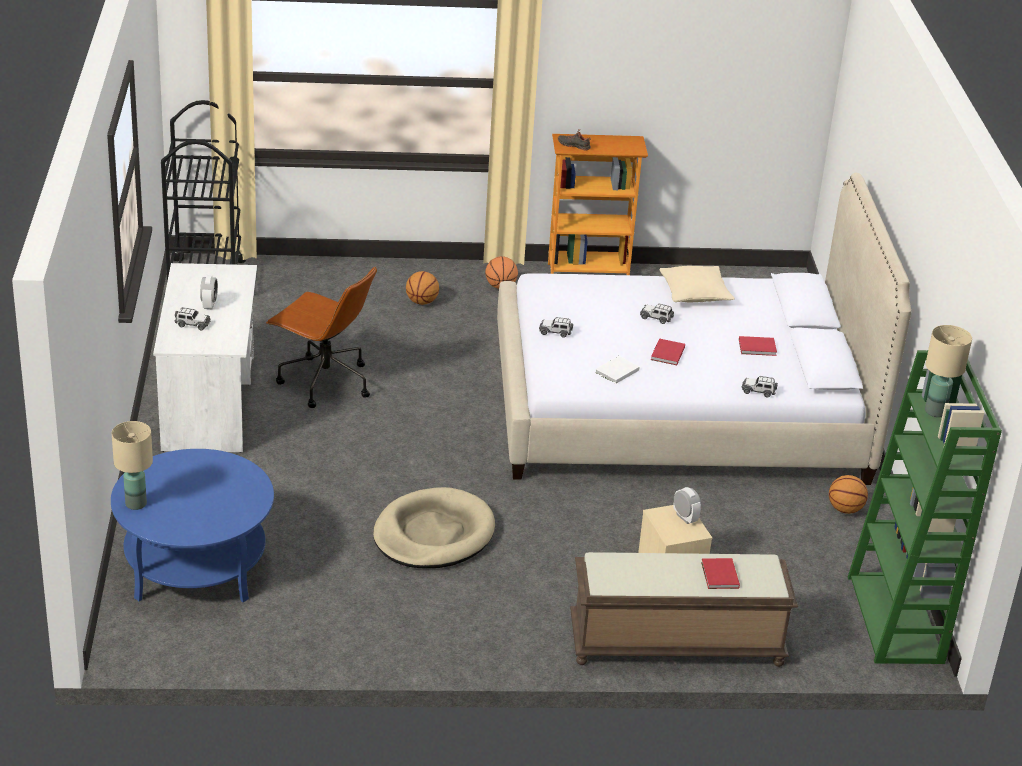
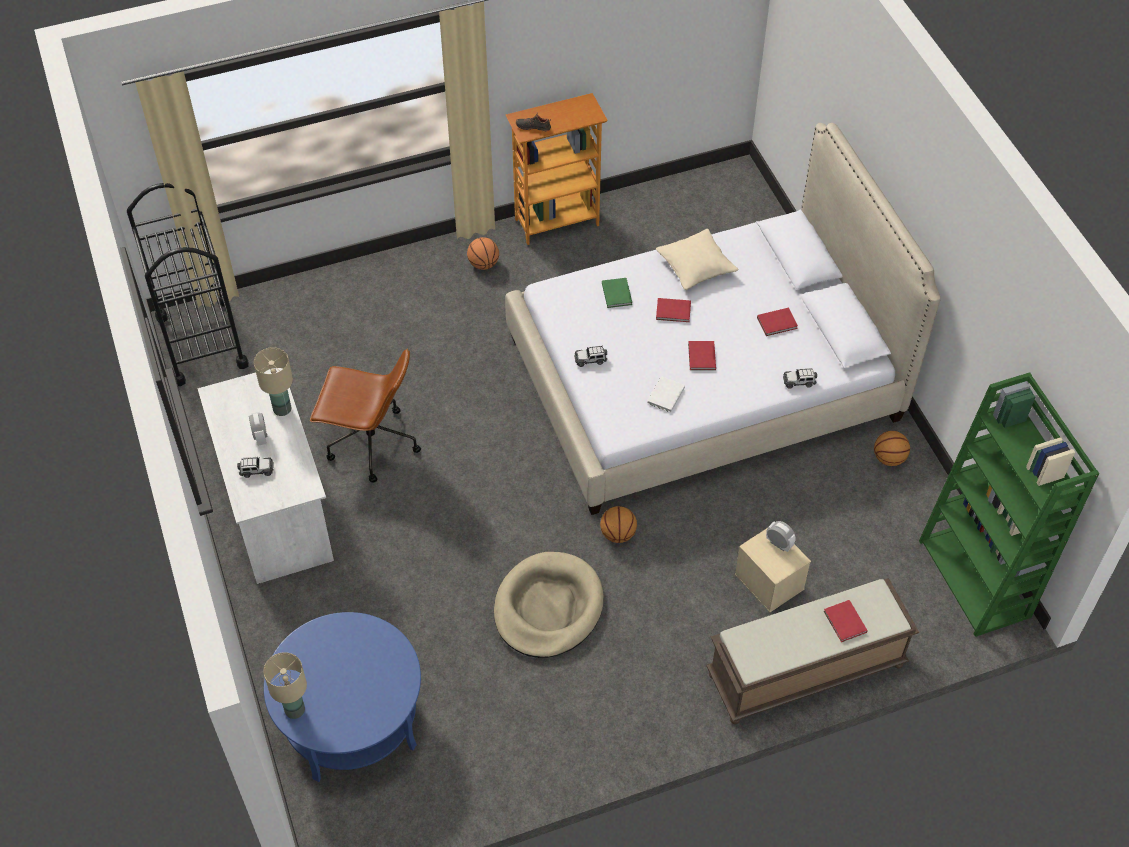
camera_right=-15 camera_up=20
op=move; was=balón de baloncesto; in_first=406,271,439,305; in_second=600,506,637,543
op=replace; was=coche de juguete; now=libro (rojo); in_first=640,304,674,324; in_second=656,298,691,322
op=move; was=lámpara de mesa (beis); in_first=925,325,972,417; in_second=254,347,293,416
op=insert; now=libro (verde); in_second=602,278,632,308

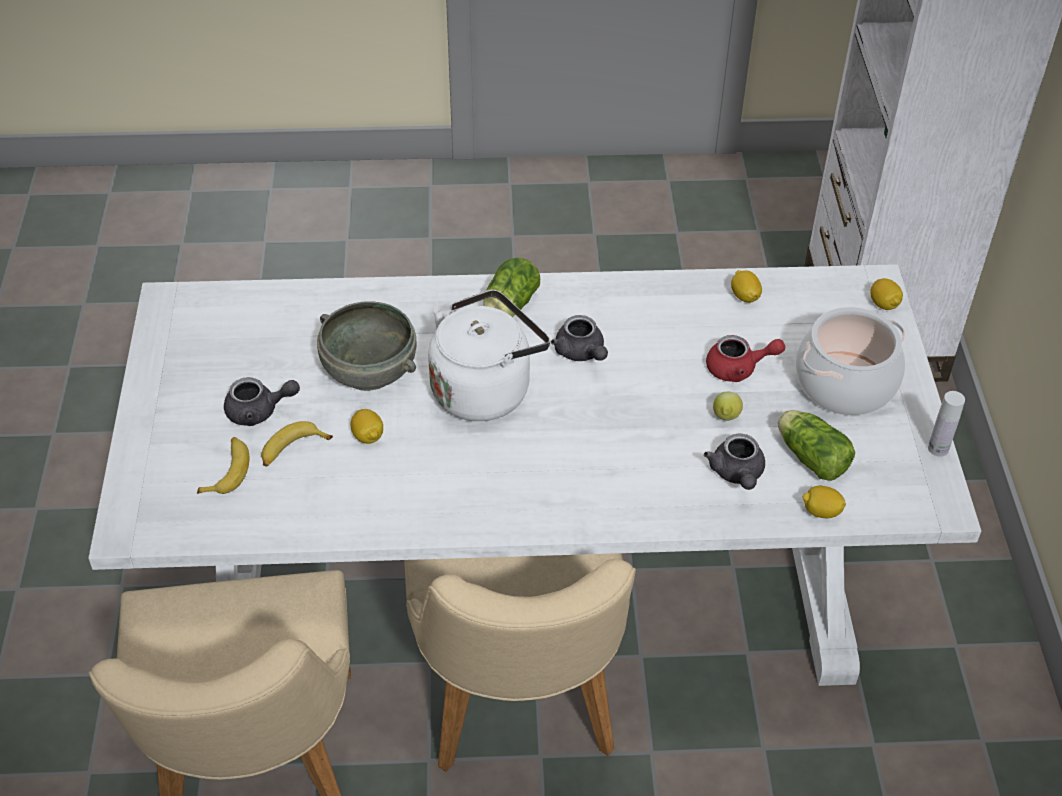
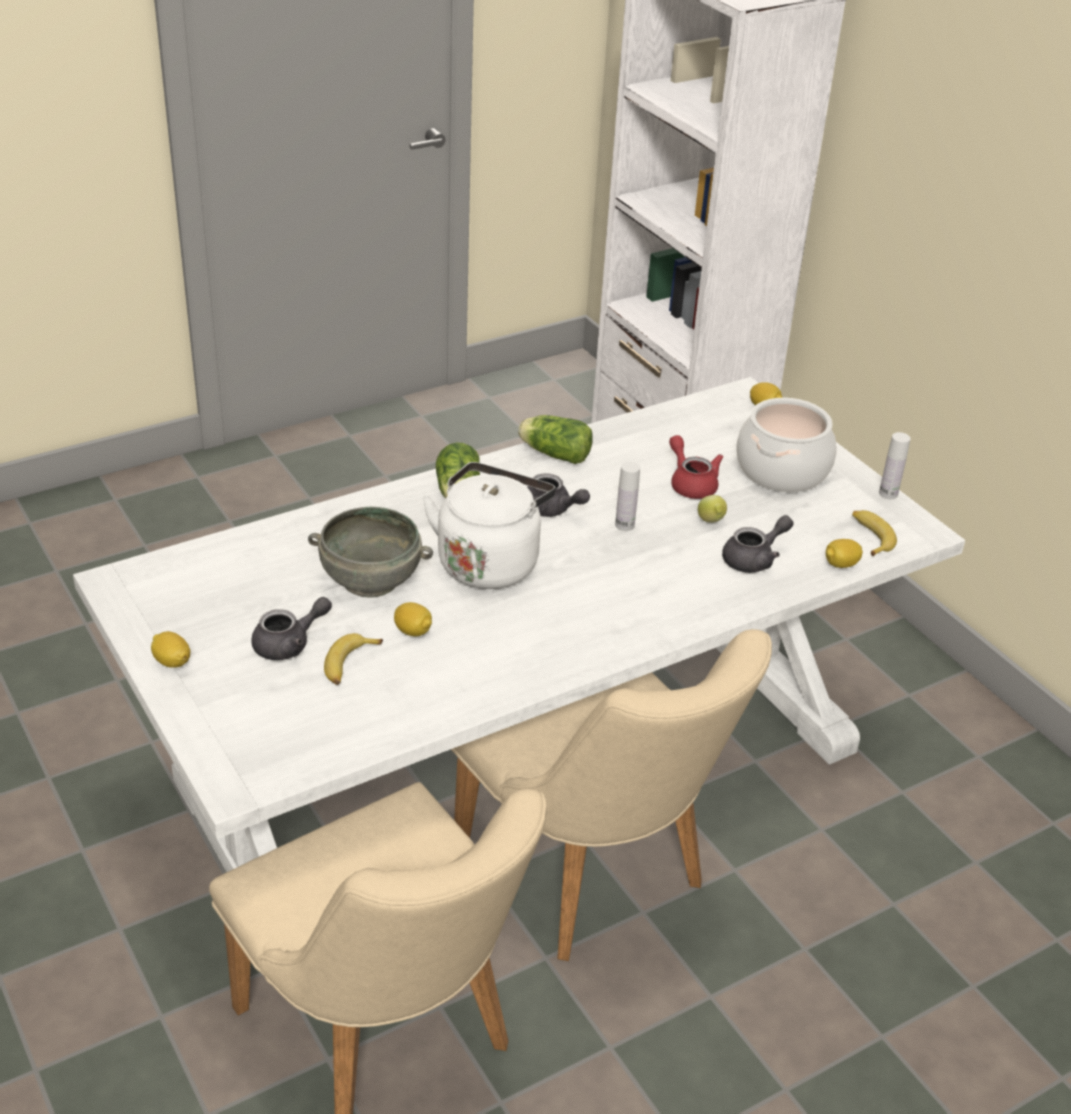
camera_right=-30 camera_up=-10
op=move; was=limón; in_first=731,270,762,303; in_second=151,631,190,668
op=rotate; was=tetera (rojo); in_first=706,335,785,382; in_second=669,435,723,499; clockwise=-90
op=move; was=lechuga; in_first=778,410,855,481; in_second=518,415,593,464
op=rotate; was=tetera (gris); in_first=704,434,765,490; in_second=722,515,793,573; clockwise=-90
op=move; was=plátano; in_first=197,437,250,494; in_second=852,510,897,556
op=insert; now=botella (blanco); in_second=615,462,640,531

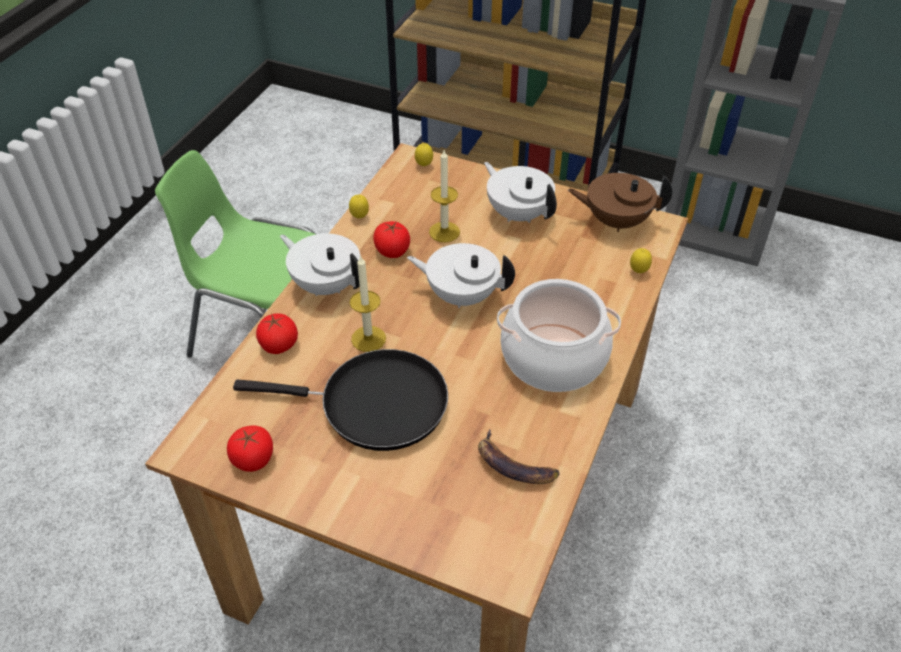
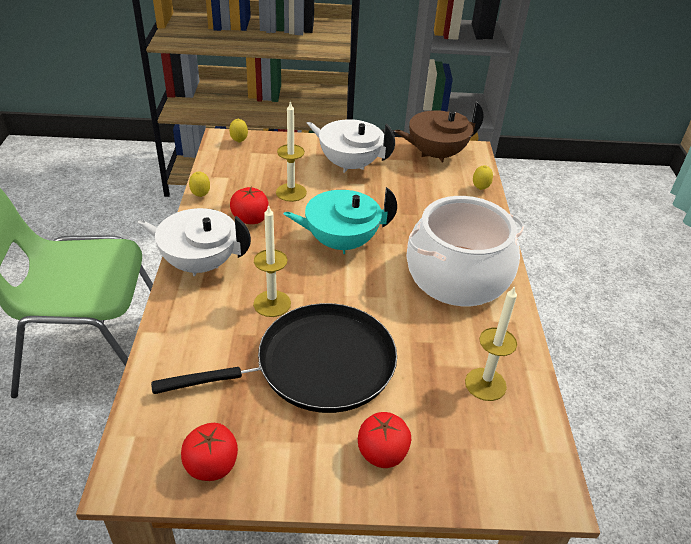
camera_right=-25 camera_up=-5
op=recolor; was=tetera (blanco); now=tetera (turquesa); in_first=407,243,515,308; in_second=283,187,397,254
op=move; was=tomate; in_first=256,313,298,354; in_second=358,412,411,468
op=replace; was=plátano; now=vela; in_first=478,429,559,484; in_second=465,285,517,401

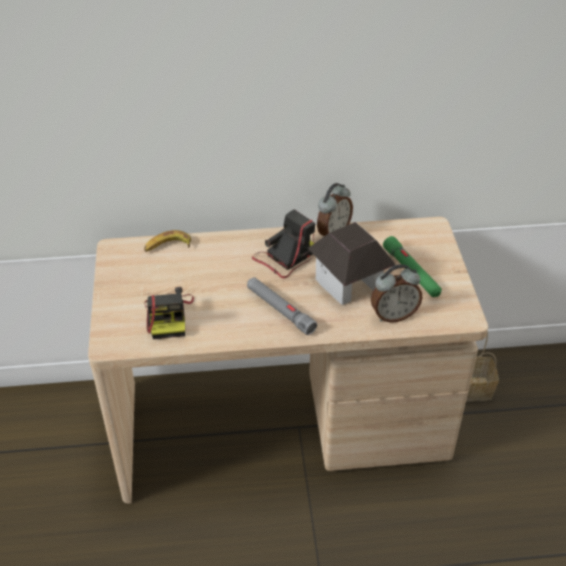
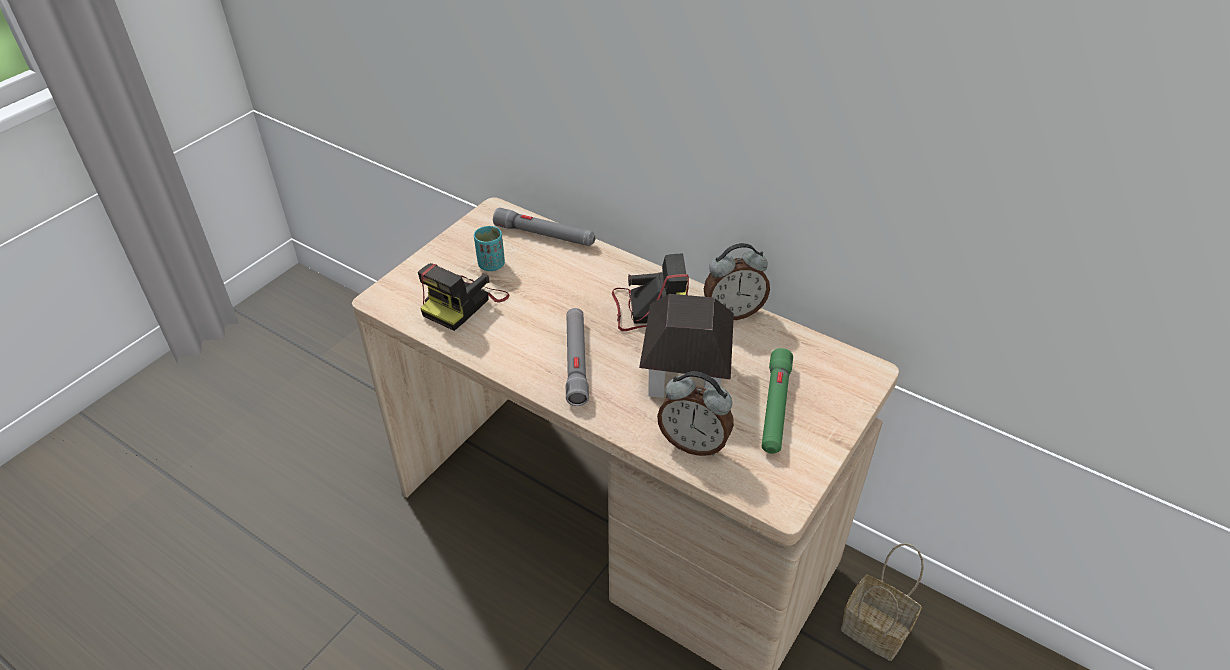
camera_right=40 camera_up=0
op=replace; was=plátano; now=linterna (gris); in_first=144,230,191,252; in_second=493,207,596,246
op=insert; now=taza (turquesa); in_second=474,226,505,271

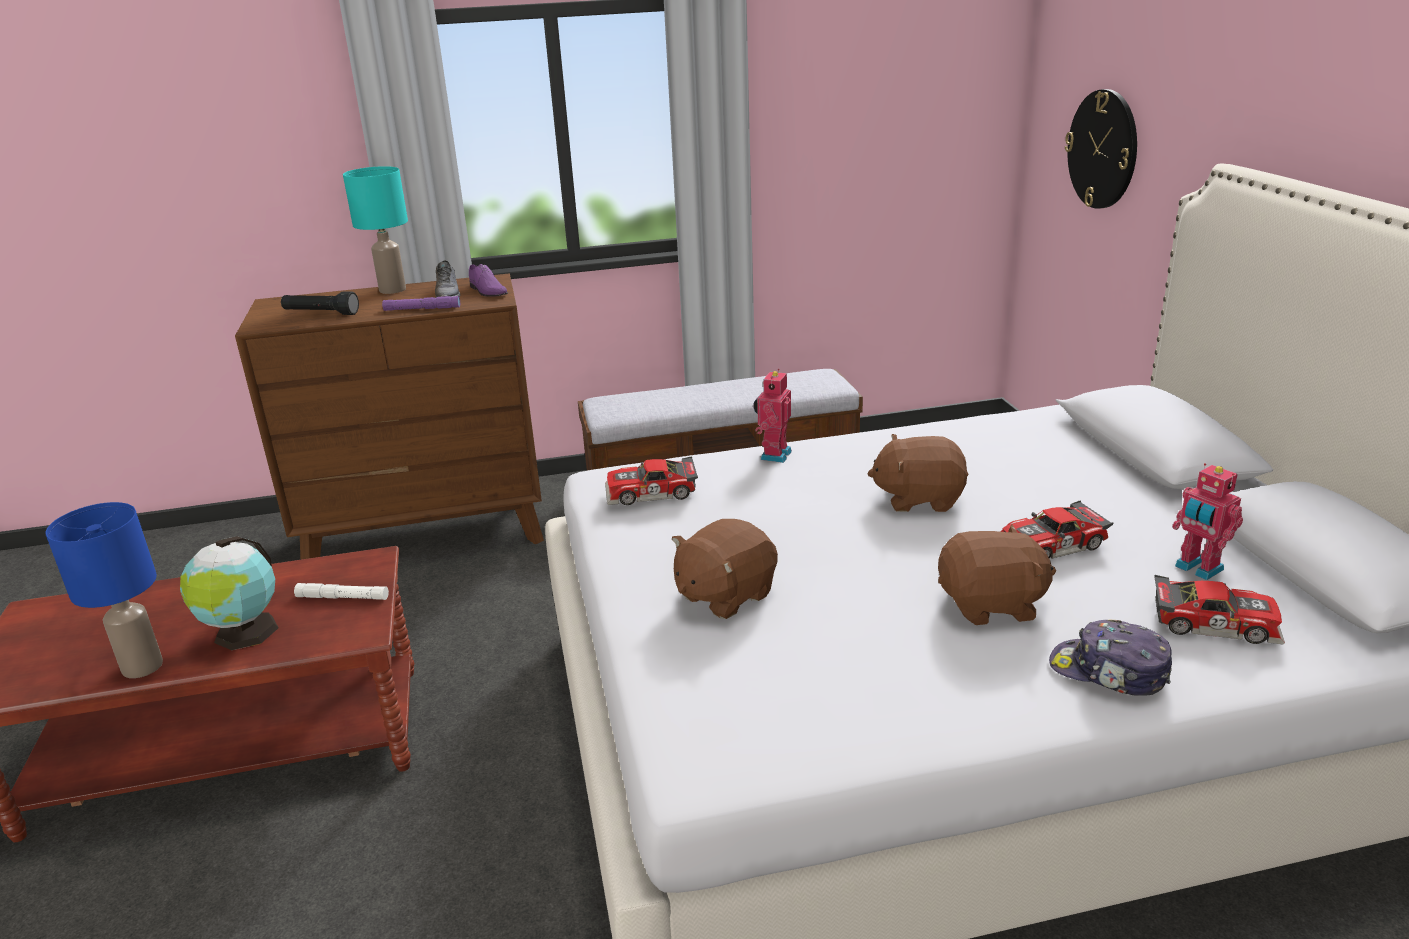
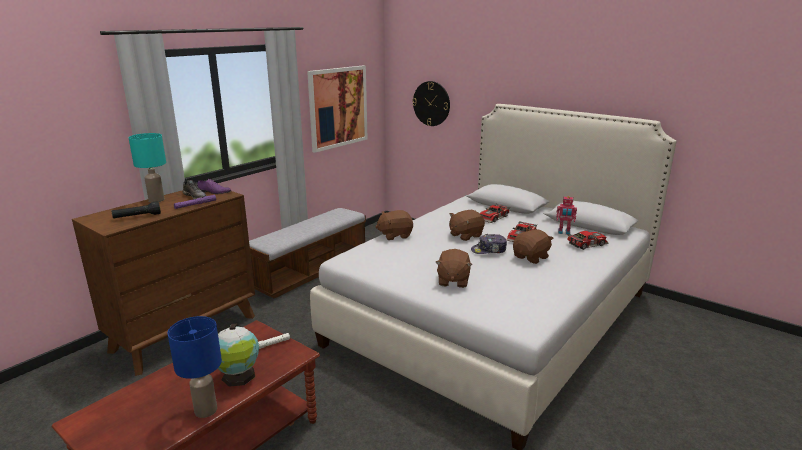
camera_right=-40 camera_up=-5
op=replace; was=robot de juguete; now=peluche (marrón); in_first=753,369,792,463; in_second=376,210,413,240
op=move; was=coche de juguete; in_first=605,456,698,505; in_second=480,203,510,223
op=move; was=gorra; in_first=1049,620,1172,696; in_second=471,234,507,254
op=insert; now=cuadro; in_second=307,66,368,153

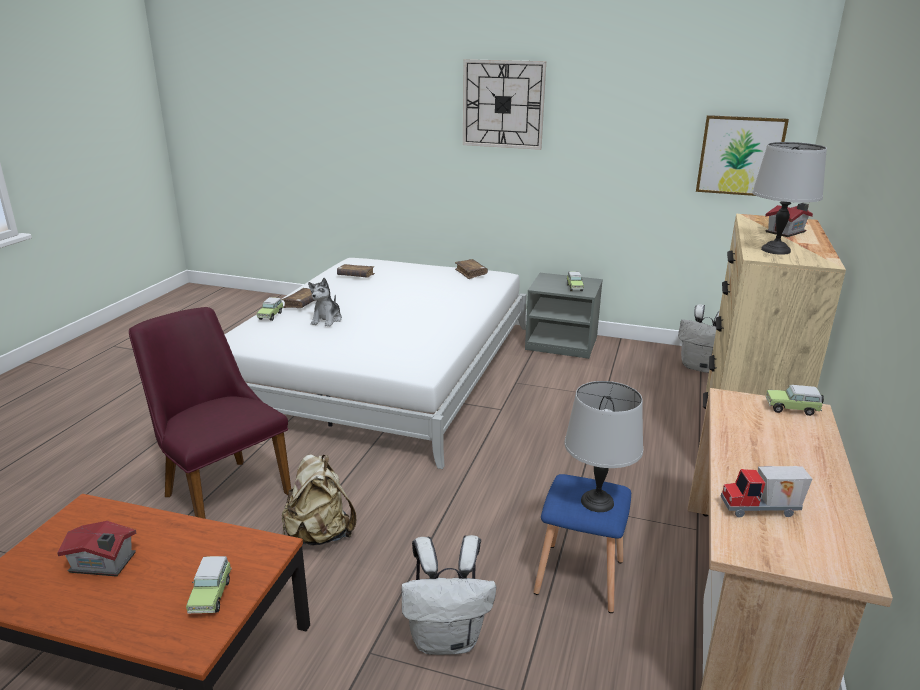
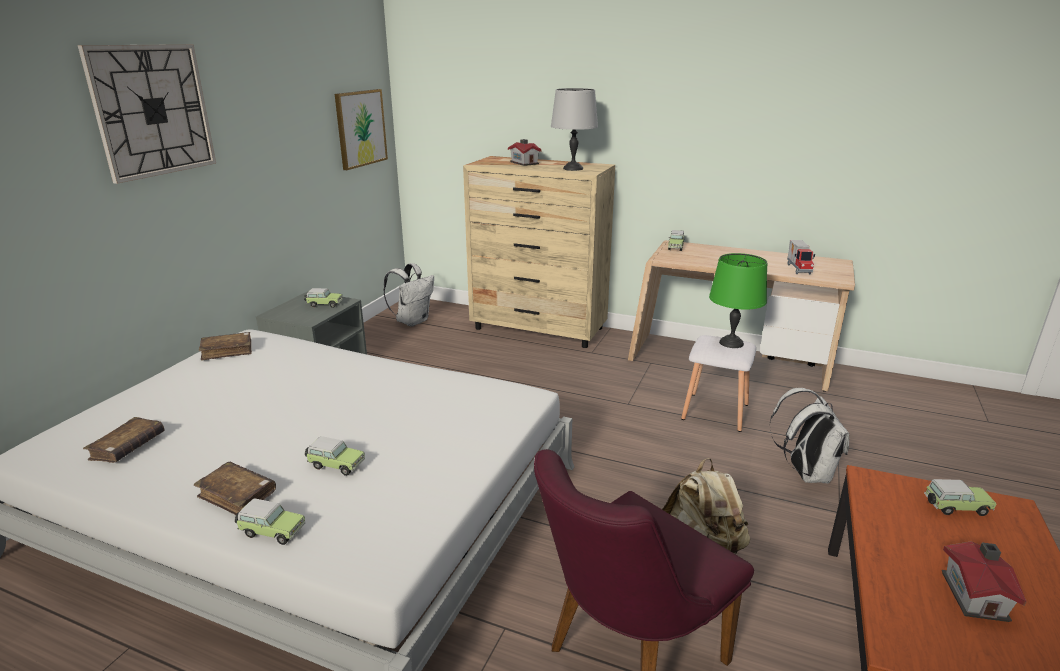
camera_right=-85 camera_up=0
op=replace; was=peluche; now=coche de juguete; in_first=308,278,342,327; in_second=305,436,365,476
op=recolor; was=lámpara de mesa (gris); now=lámpara de mesa (verde); in_first=564,381,643,512; in_second=709,253,767,348
op=recolor; was=taburete (azul); now=taburete (blanco); in_first=534,474,631,613; in_second=681,335,756,432

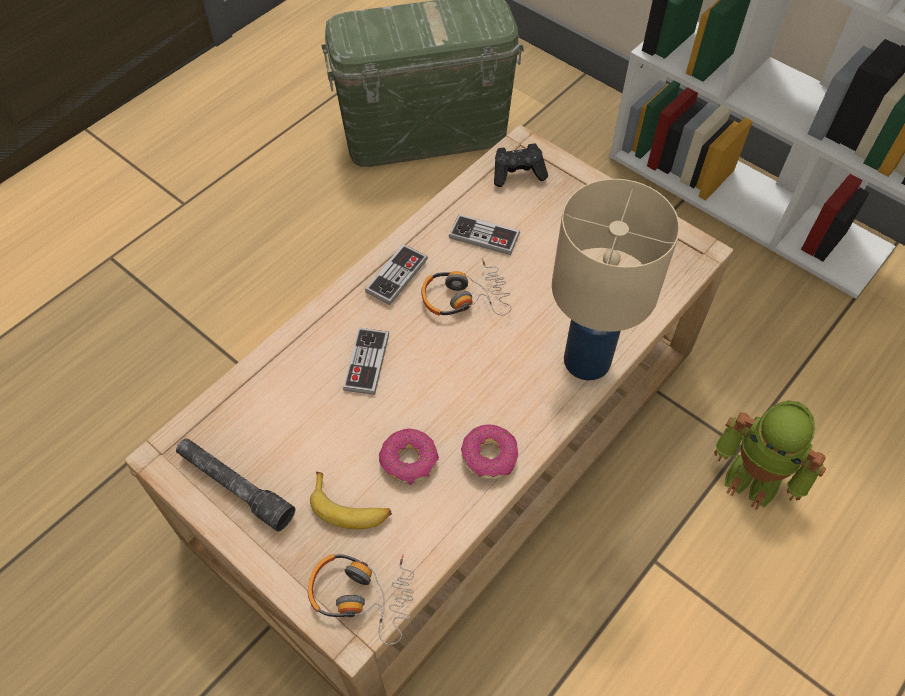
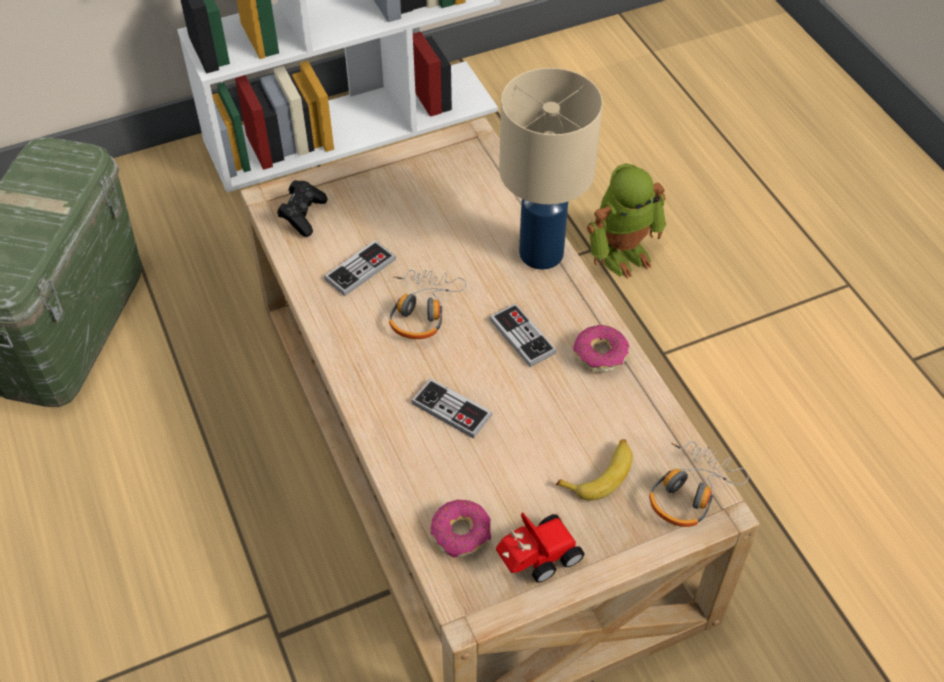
camera_right=-65 camera_up=-5
op=move; was=mando de consola; in_first=365,244,428,305; in_second=490,303,556,367
op=move; was=rosquilla; in_first=379,428,439,485; in_second=430,500,491,558
op=replace; was=linterna (gris); now=coche de juguete; in_first=176,438,295,532; in_second=496,513,585,582

